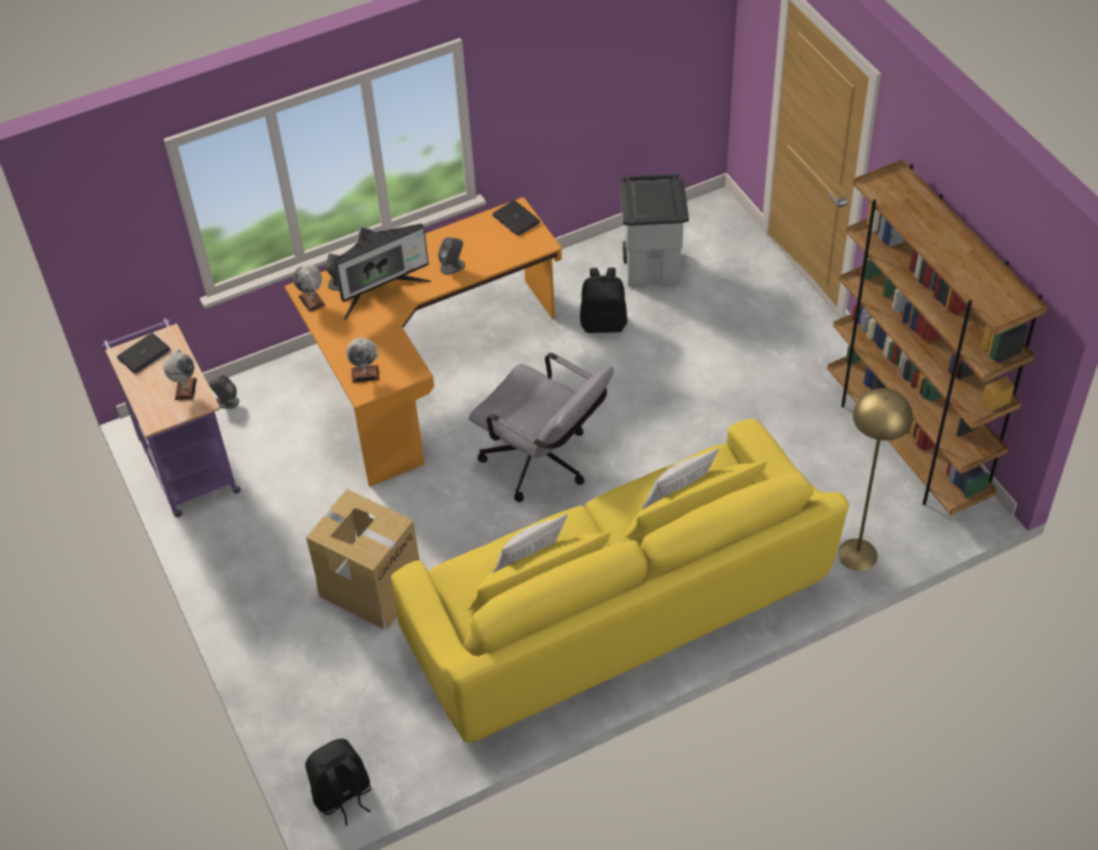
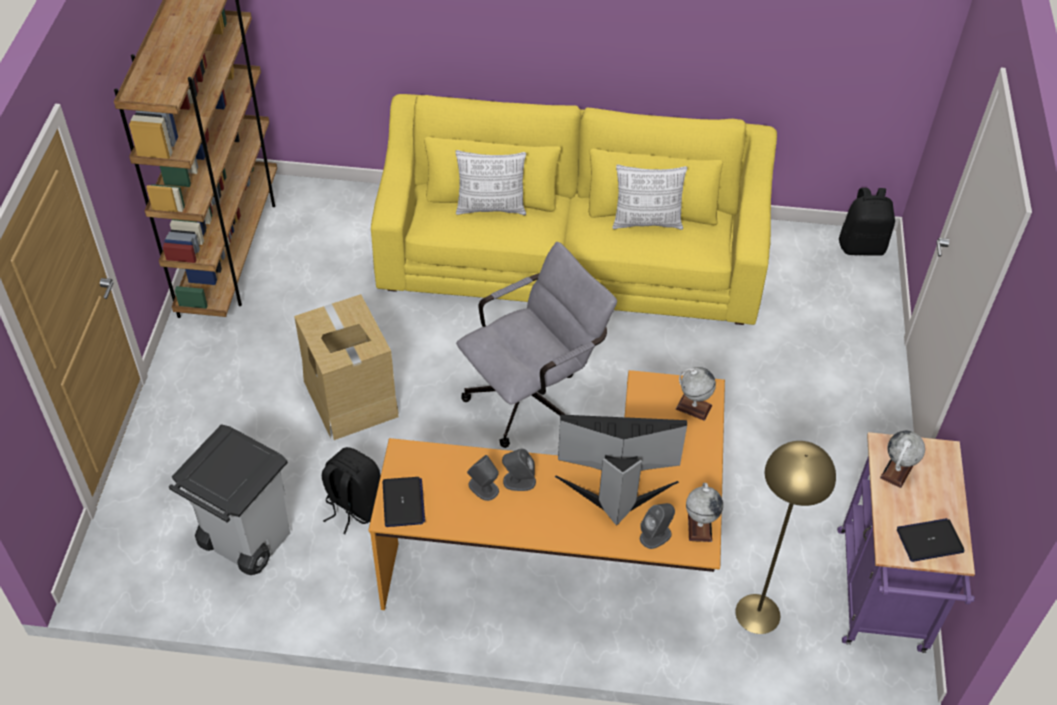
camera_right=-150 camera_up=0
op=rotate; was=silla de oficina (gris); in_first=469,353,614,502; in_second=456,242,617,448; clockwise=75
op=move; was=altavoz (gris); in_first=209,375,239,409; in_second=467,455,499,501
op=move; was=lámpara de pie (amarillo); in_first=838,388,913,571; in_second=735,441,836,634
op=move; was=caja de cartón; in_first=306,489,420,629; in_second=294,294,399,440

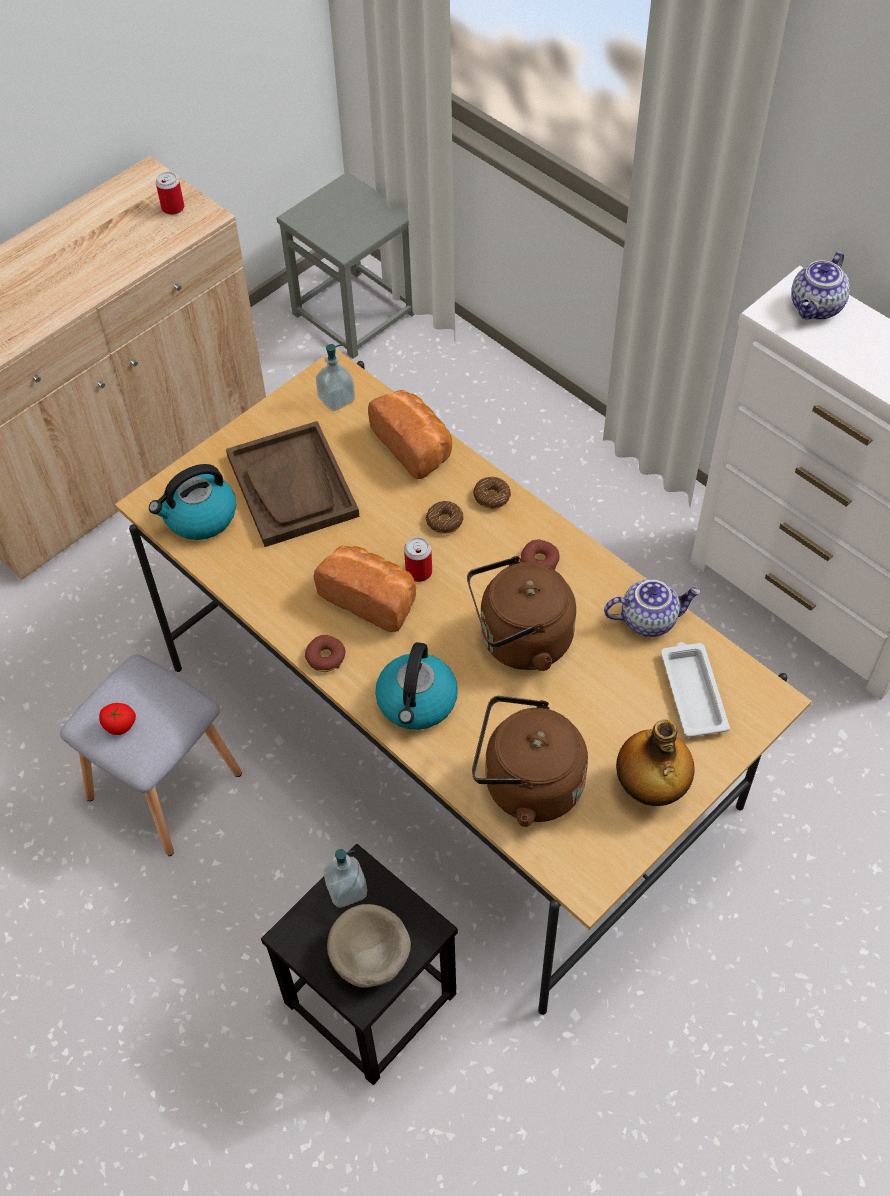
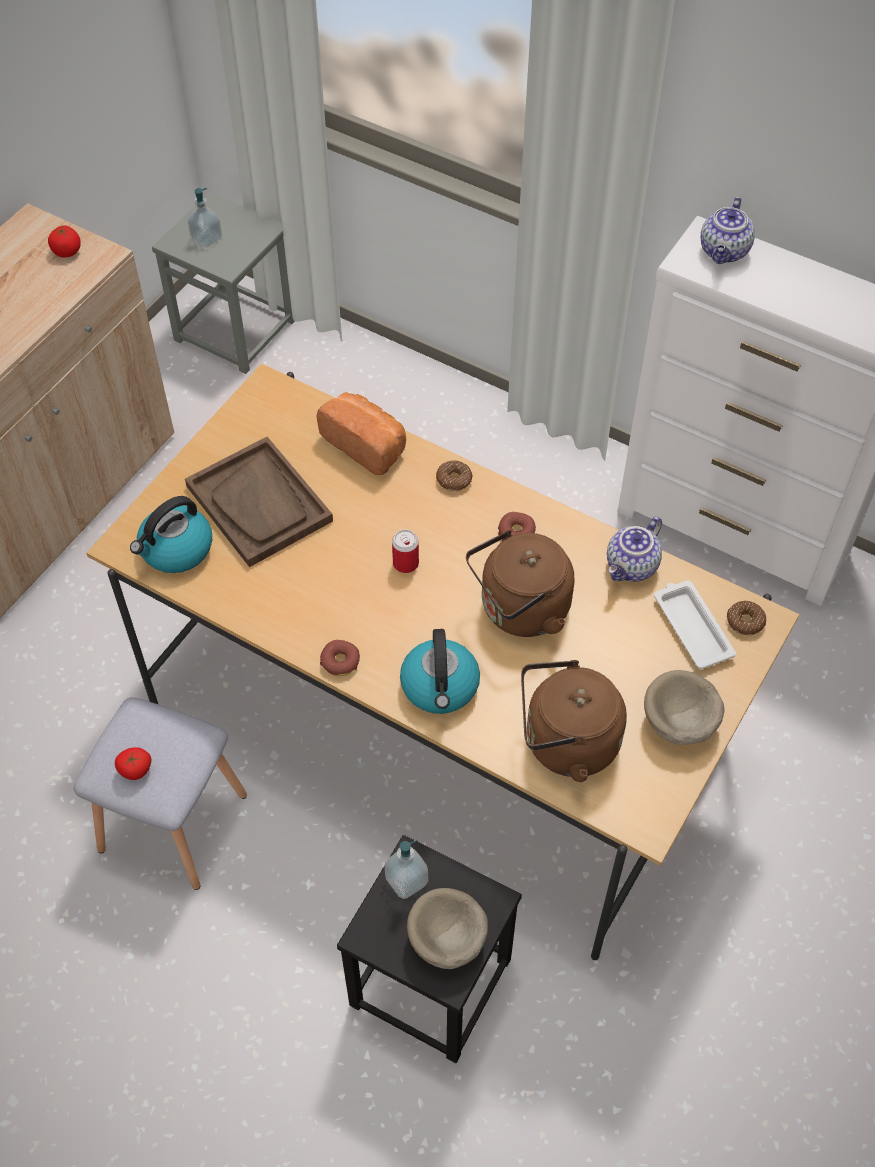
camera_right=-15 camera_up=0
op=replace; was=lata; now=tomate; in_first=156,172,184,215; in_second=48,225,81,257
op=move; was=dispensador de jabón; in_first=316,344,355,411; in_second=188,188,222,248
op=move; was=rosquilla; in_first=426,501,463,534; in_second=727,601,766,635
op=delete; was=pan; in_first=313,545,416,632
op=rotate; was=tetera; in_first=604,579,701,637; in_second=607,516,662,582; clockwise=150
op=replace; was=botella; now=cuenco (beis); in_first=616,719,695,806; in_second=644,670,725,745

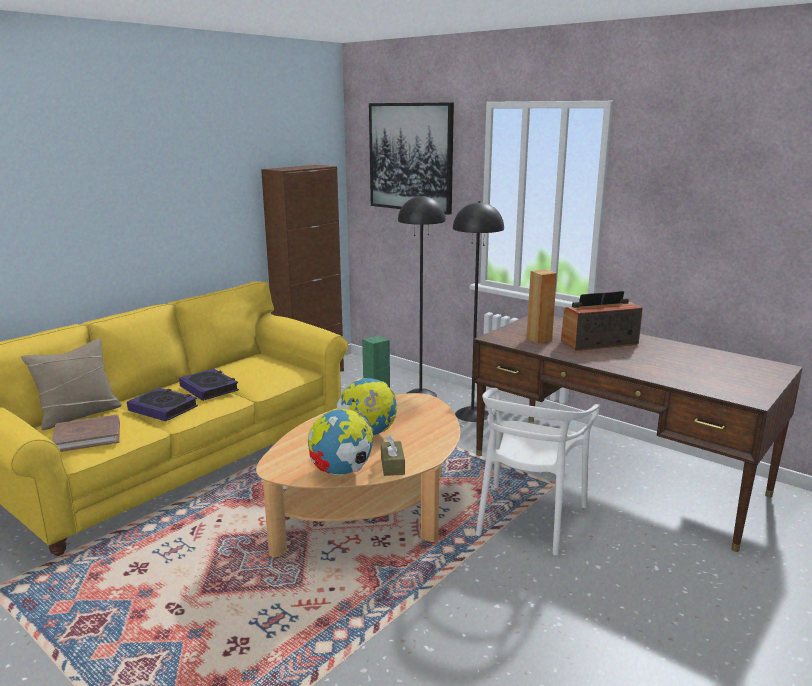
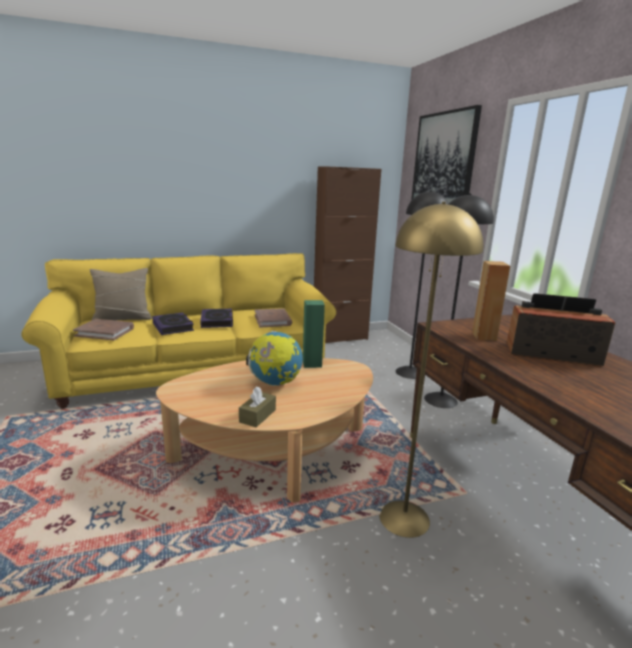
camera_right=30 camera_up=0
op=replace; was=silla (blanco); now=lámpara de pie (amarillo); in_first=476,388,600,556; in_second=379,201,483,538
op=delete; was=globo terráqueo; in_first=308,409,374,476
op=insert; now=libro (marrón); in_second=255,308,292,328

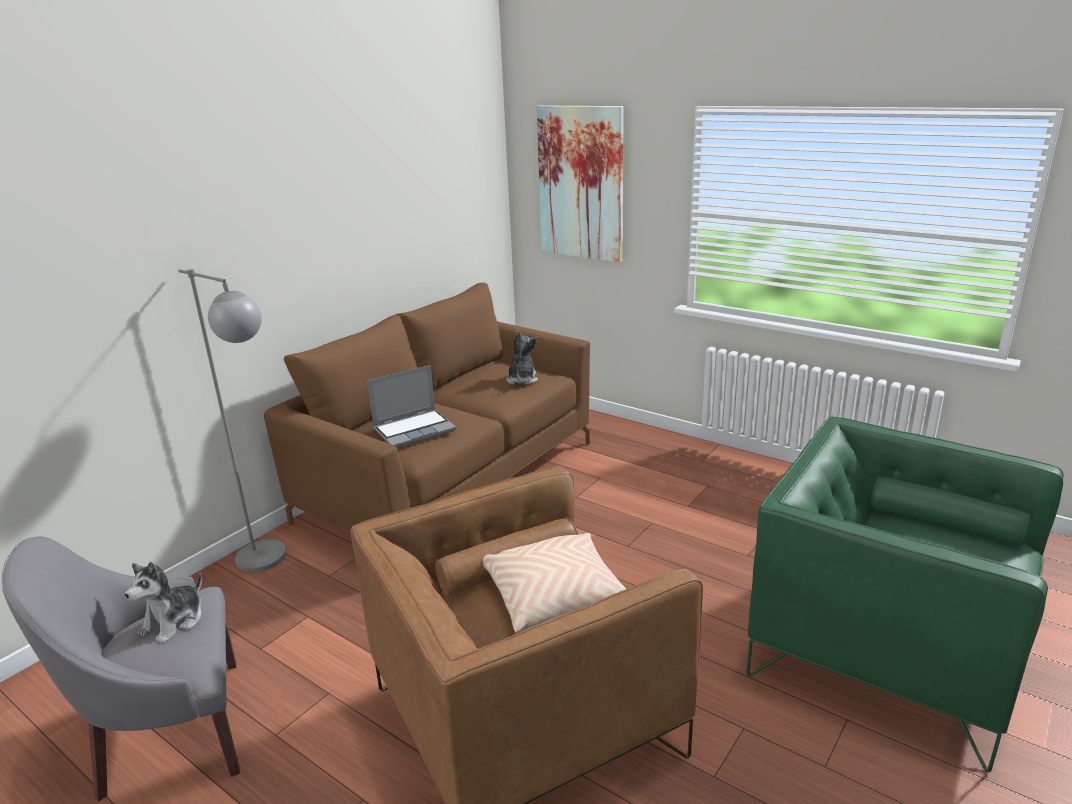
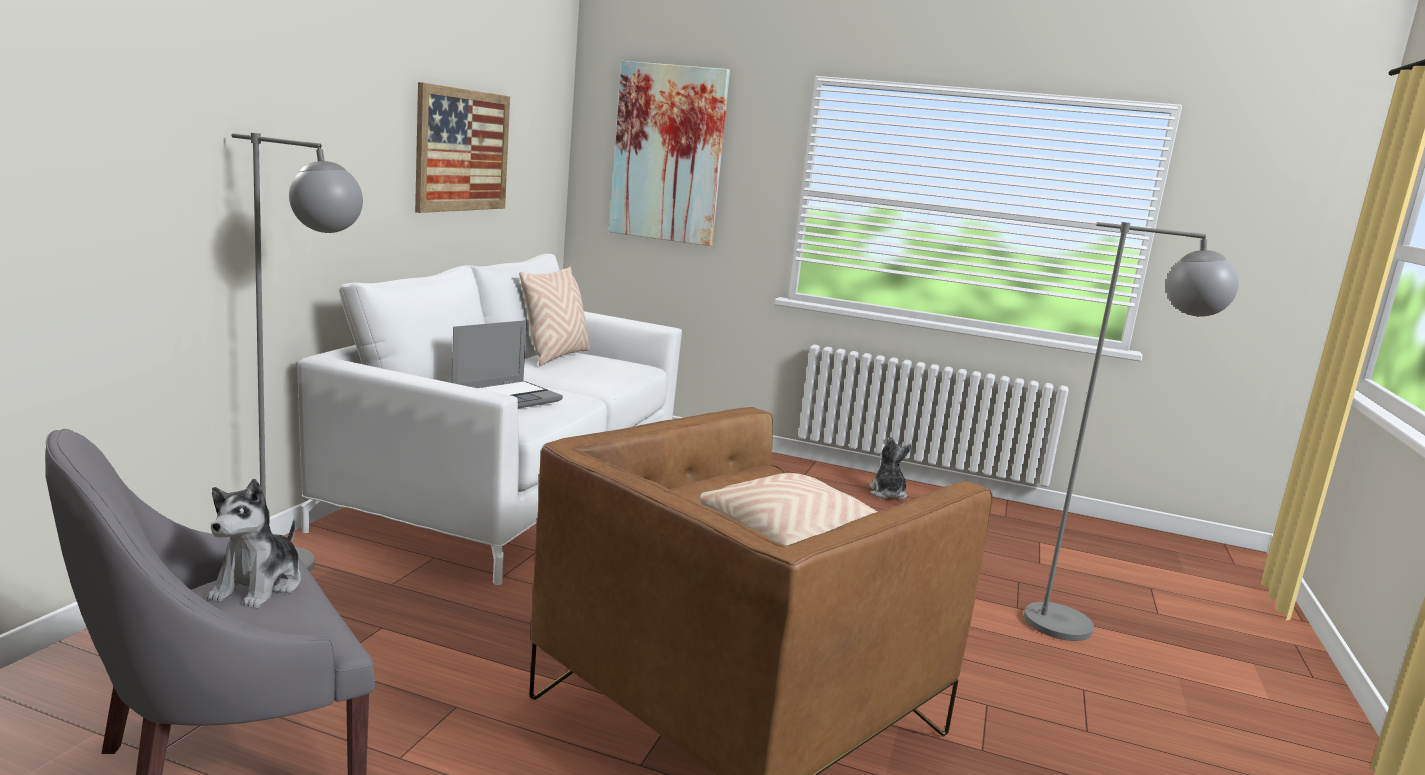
camera_right=-20 camera_up=-10
op=recolor; was=sofá (marrón); now=sofá (blanco); in_first=264,283,590,532; in_second=297,254,682,585
op=move; was=peluche; in_first=506,330,538,384; in_second=869,436,911,499
op=replace; was=sillón (verde); now=lámpara de pie (gris); in_first=746,417,1064,772; in_second=1024,222,1239,641
op=insert; now=cuadro; in_second=415,82,510,213
op=insert; now=cojín (beis); in_second=519,267,590,366

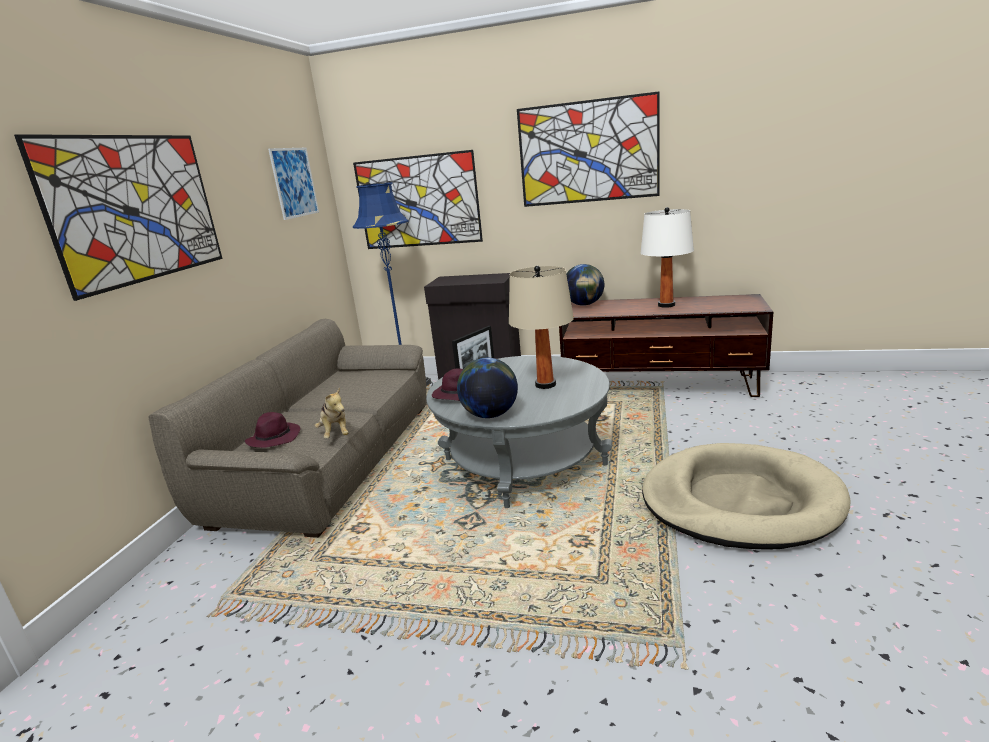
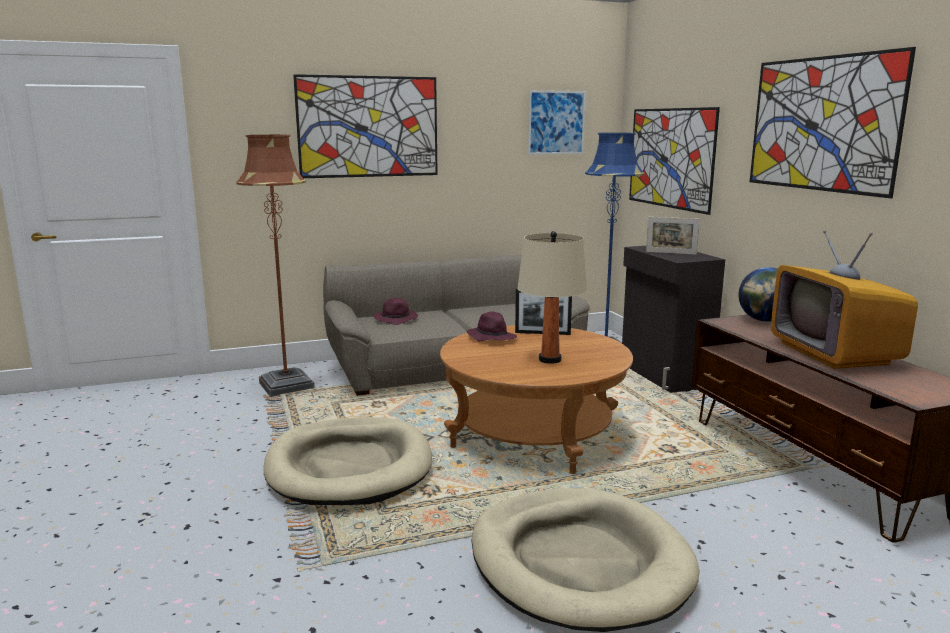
camera_right=55 camera_up=-5
op=replace; was=lámpara de mesa (blanco); now=televisor; in_first=641,207,694,308; in_second=771,230,918,369
op=recolor; was=mesa de centro (gris); now=mesa de centro (marrón); in_first=426,355,612,508; in_second=440,325,633,474
op=delete; was=globo terráqueo; in_first=457,358,518,418
op=delete; was=peluche; in_first=314,387,349,439
op=insert; now=lámpara de pie (marrón); in_second=237,135,315,397
op=insert; now=portarretratos; in_second=646,217,700,255
op=insert; now=cama para perro (beis); in_second=263,417,432,505

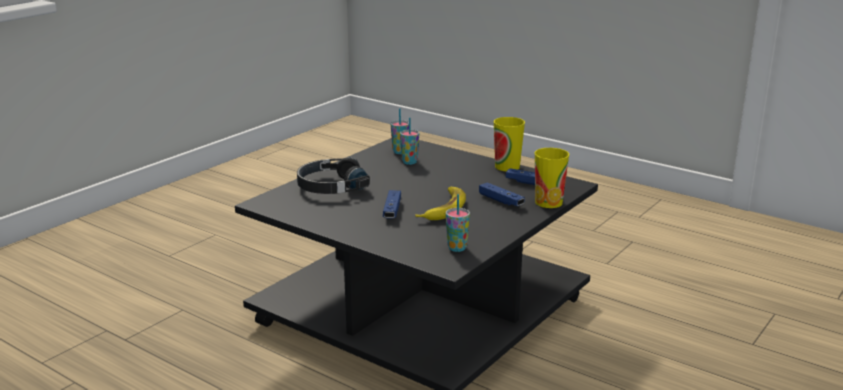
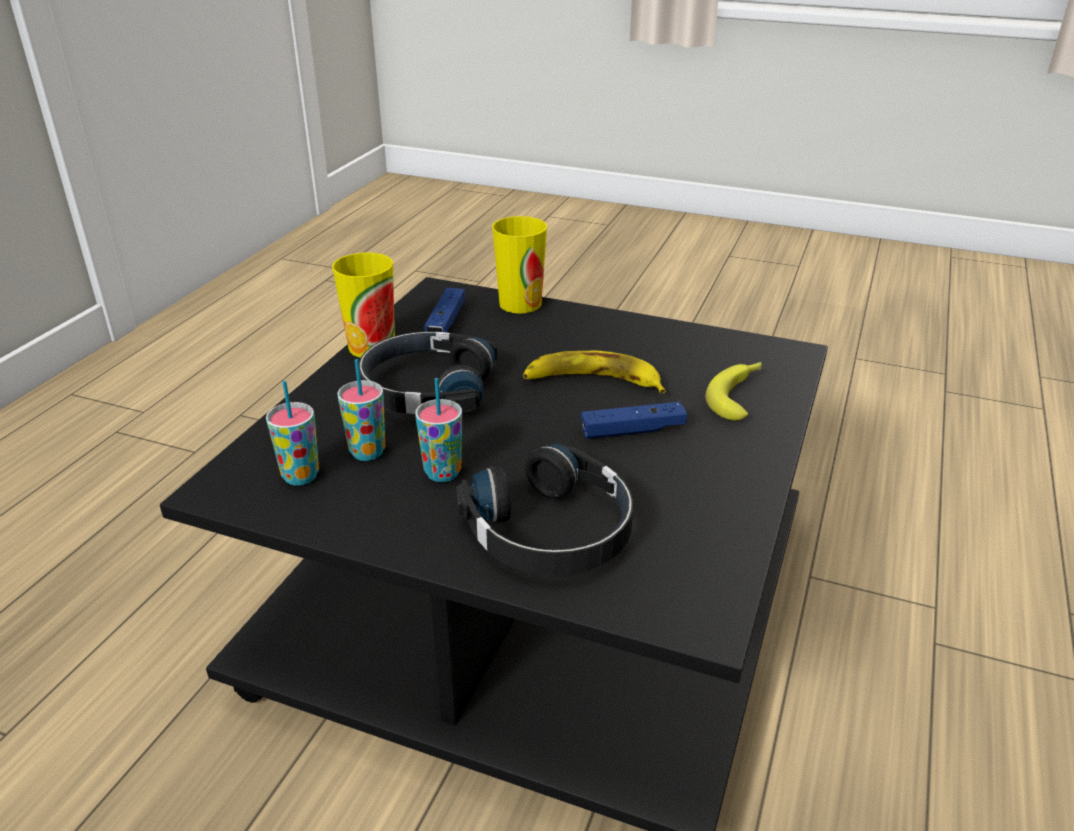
camera_right=-105 camera_up=10
op=delete; was=mando de consola (azul); in_first=479,182,525,206
op=move; was=taza; in_first=446,194,470,252; in_second=415,378,462,482
op=insert; now=auriculares (negro); in_second=359,331,497,414
op=insert; now=plátano; in_second=705,362,761,421

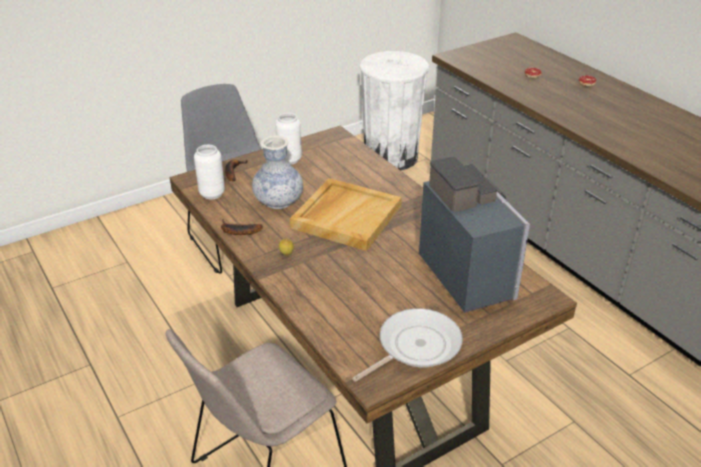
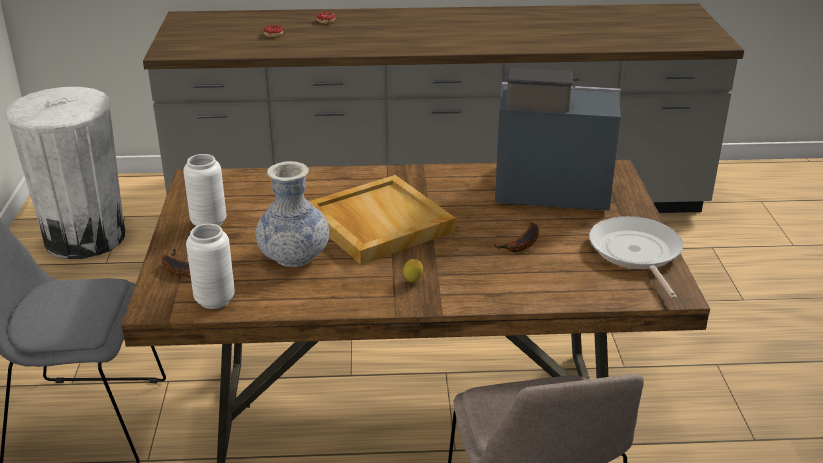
camera_right=-60 camera_up=-5
op=move; was=plátano; in_first=221,219,263,235; in_second=493,222,539,252

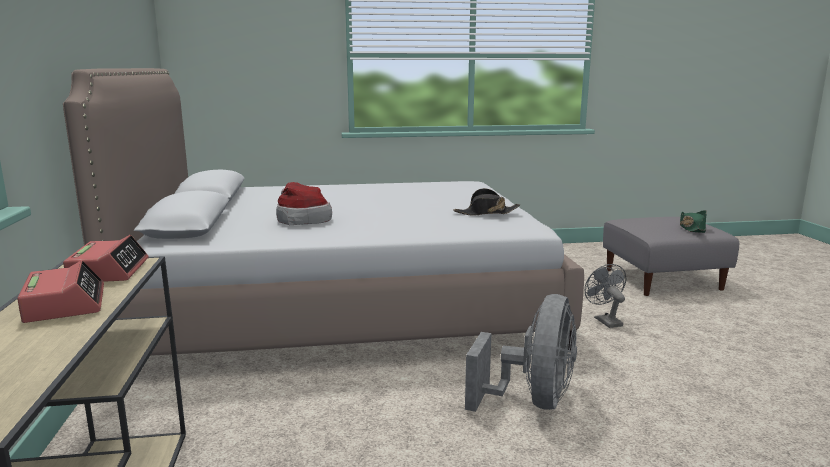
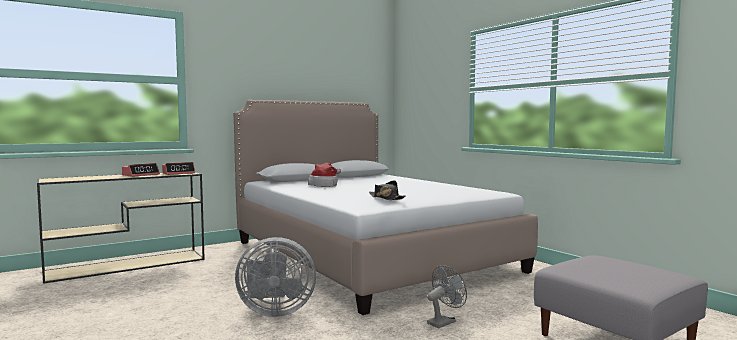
camera_right=65 camera_up=-10
op=delete; was=sombrero (verde); in_first=680,210,707,233

